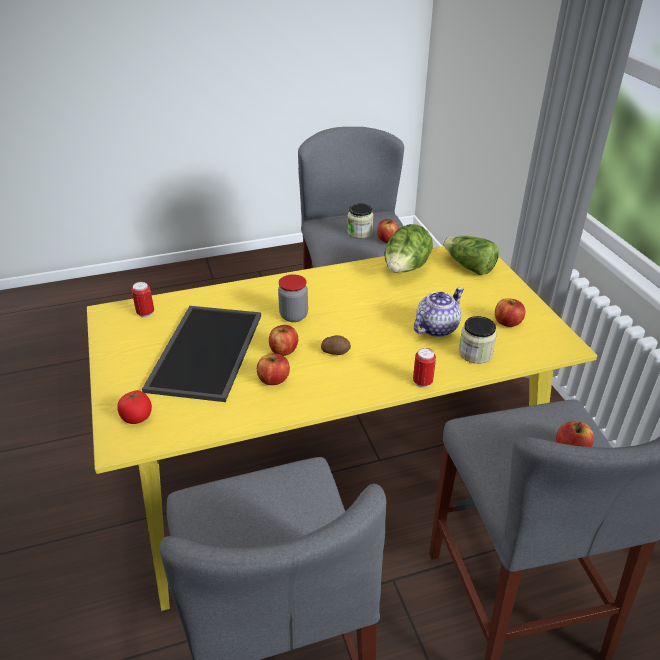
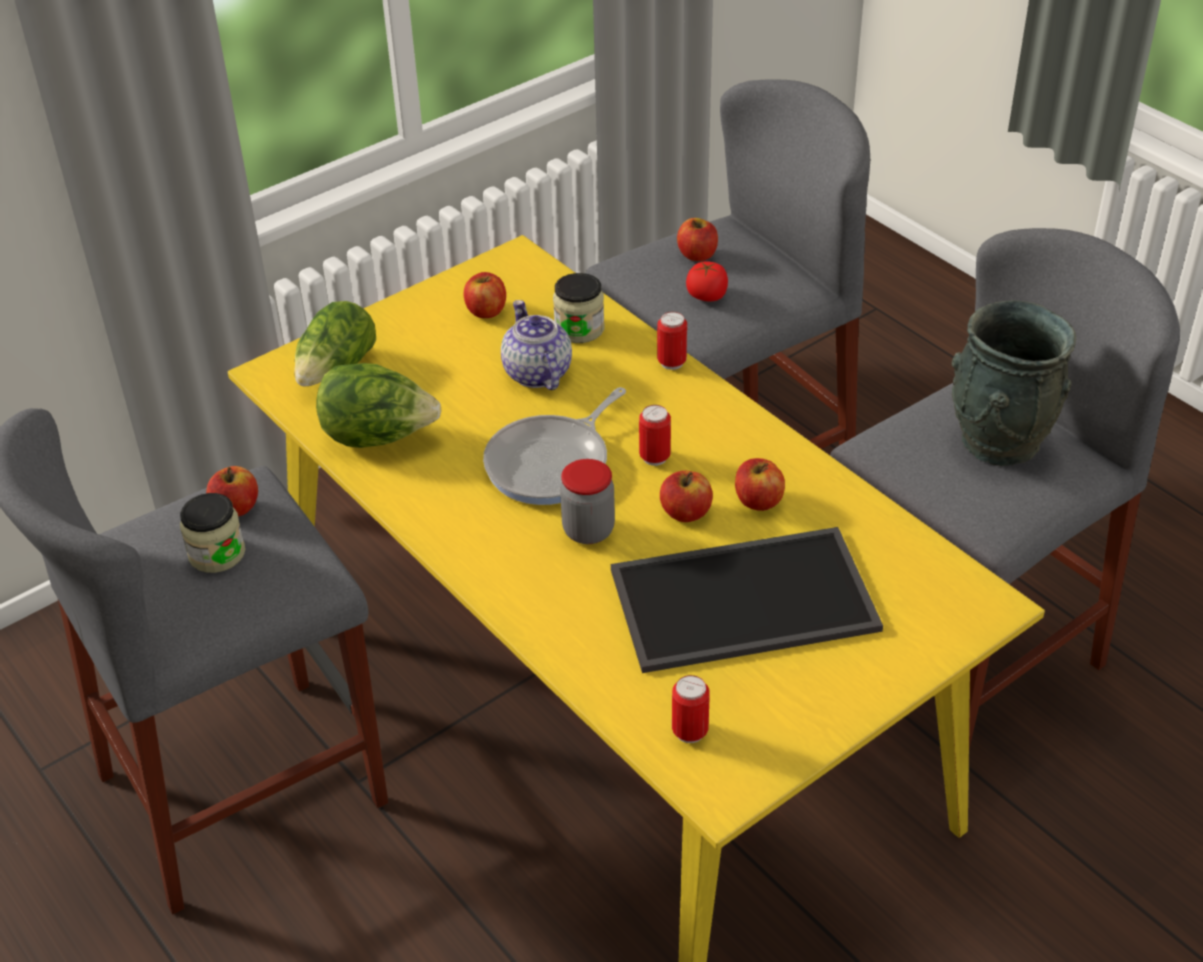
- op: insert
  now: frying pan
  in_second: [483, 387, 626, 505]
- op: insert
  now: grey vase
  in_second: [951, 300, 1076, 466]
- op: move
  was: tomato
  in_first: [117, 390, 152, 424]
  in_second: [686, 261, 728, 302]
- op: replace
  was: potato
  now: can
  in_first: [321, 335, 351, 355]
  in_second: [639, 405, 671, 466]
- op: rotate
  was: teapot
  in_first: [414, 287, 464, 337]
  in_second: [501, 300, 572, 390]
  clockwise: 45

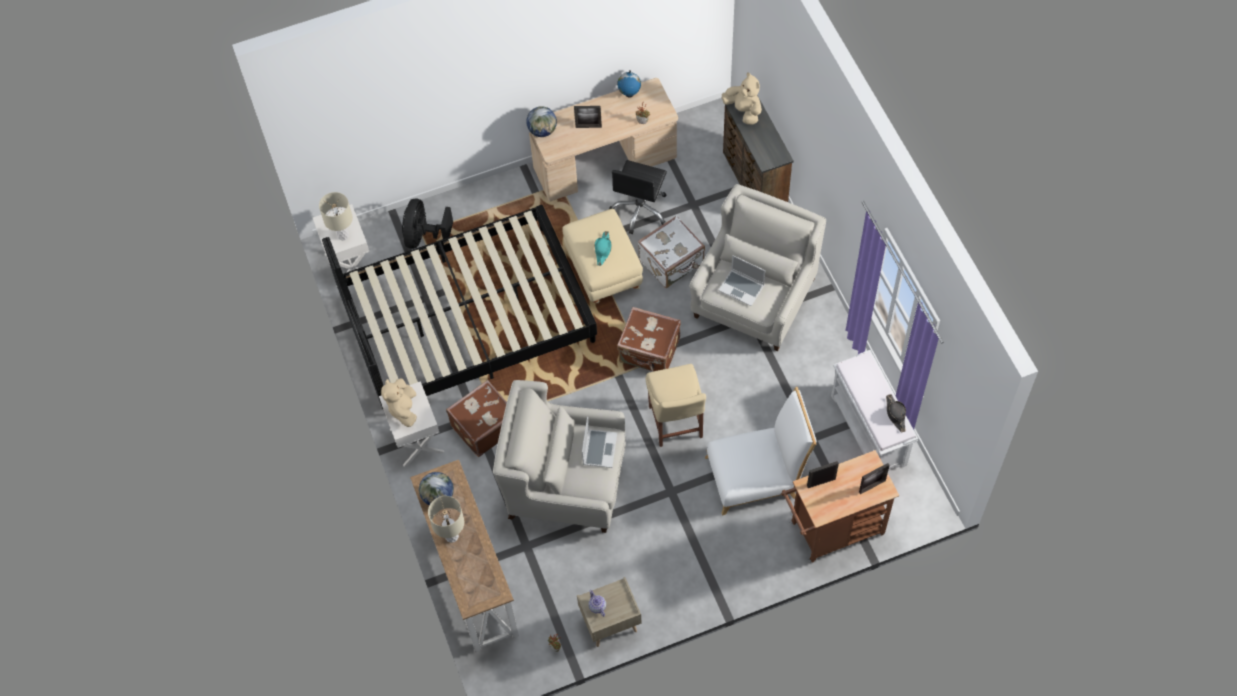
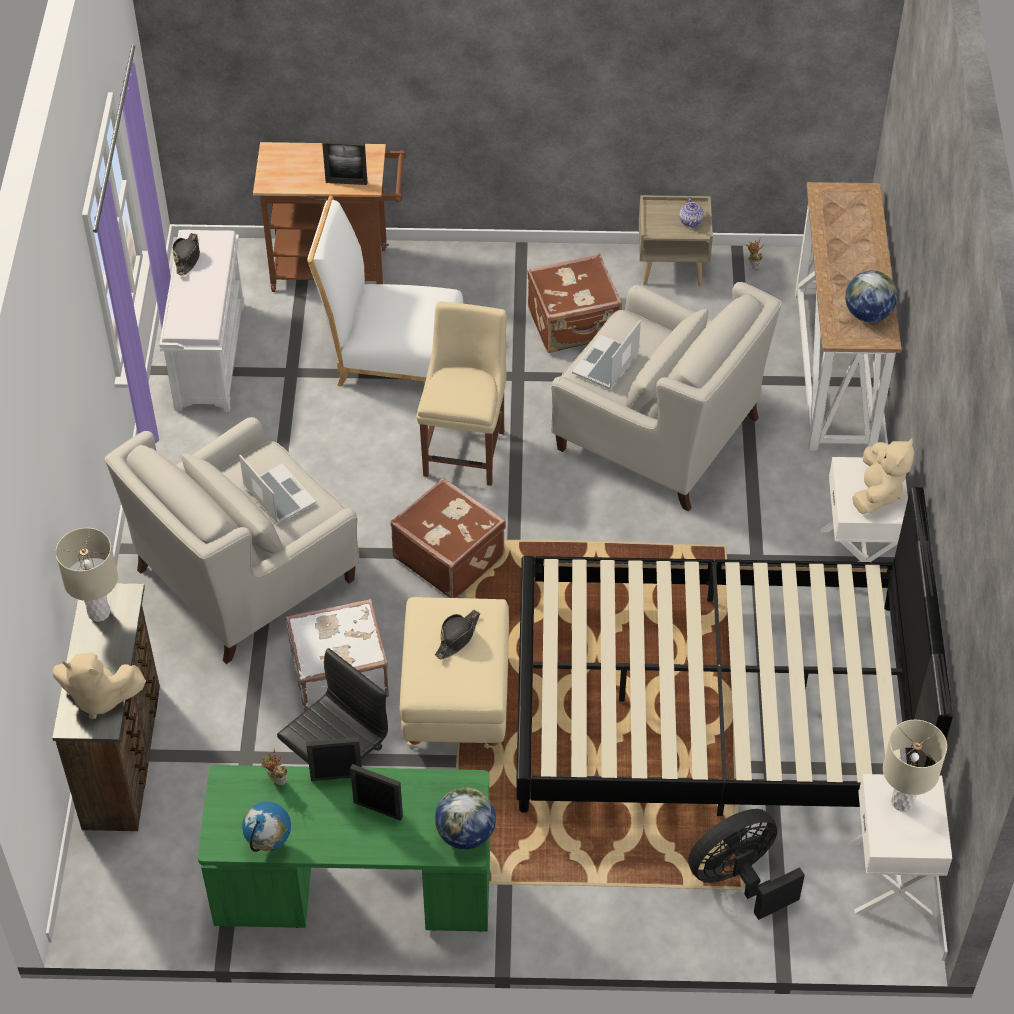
- op: move
  was: beige table lamp
  in_first: [428, 496, 464, 543]
  in_second: [55, 528, 118, 622]
- op: move
  was: brown suitcase
  in_first: [446, 380, 507, 457]
  in_second: [527, 254, 622, 353]
- op: move
  was: picture frame
  in_first: [859, 463, 890, 494]
  in_second: [306, 737, 362, 781]
- op: recolor
  was: beige desk
  now: green desk
  in_first: [529, 78, 678, 202]
  in_second: [198, 765, 490, 932]
- op: recolor
  was: turquoise hat
  now: black hat
  in_first: [594, 231, 611, 266]
  in_second: [435, 609, 480, 660]
- op: rotate
  was: black fan
  in_first: [402, 199, 453, 249]
  in_second: [688, 809, 805, 920]
  clockwise: -150
- op: rotate
  was: beige plush toy
  in_first: [722, 72, 762, 125]
  in_second: [52, 652, 146, 719]
  clockwise: -60

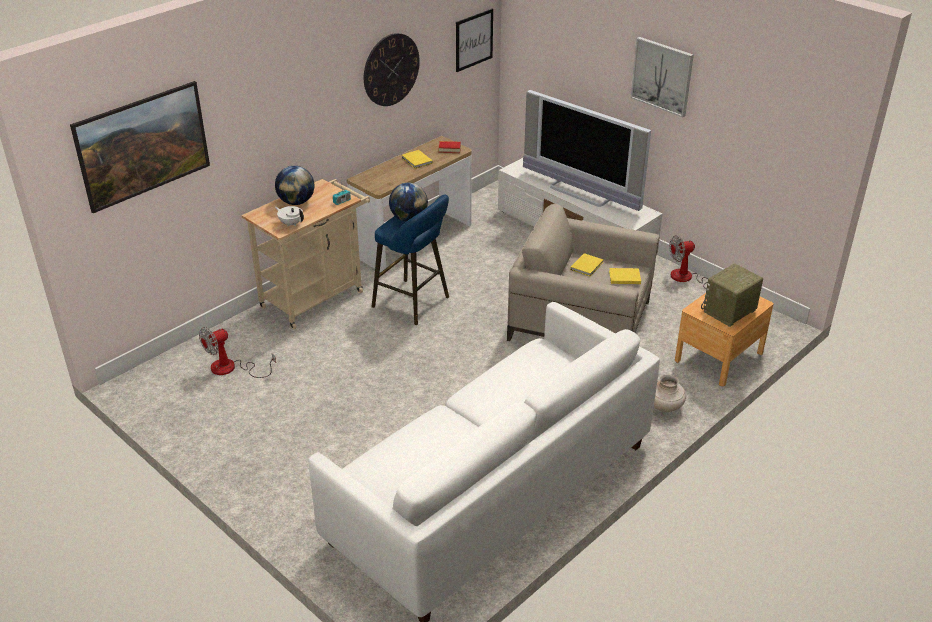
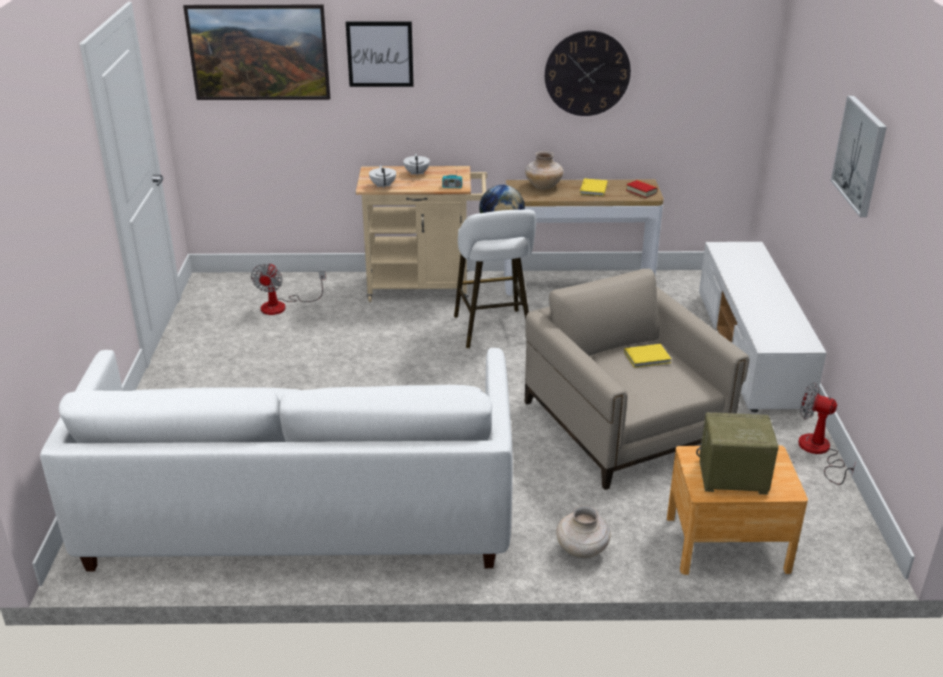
- op: delete
  was: television
  in_first: [523, 90, 651, 211]
- op: delete
  was: yellow book
  in_first: [609, 268, 641, 284]
- op: insert
  now: beige vase
  in_second: [525, 151, 564, 189]
- op: move
  was: picture
  in_first: [456, 9, 493, 72]
  in_second: [346, 22, 414, 87]
- op: replace
  was: globe
  now: white teapot
  in_first: [275, 166, 314, 205]
  in_second: [403, 153, 430, 176]
- op: recolor
  was: blue stool
  now: white stool
  in_first: [371, 195, 449, 325]
  in_second: [454, 209, 536, 348]
- op: rotate
  was: fan
  in_first: [199, 327, 276, 378]
  in_second: [251, 263, 326, 315]
  clockwise: -90

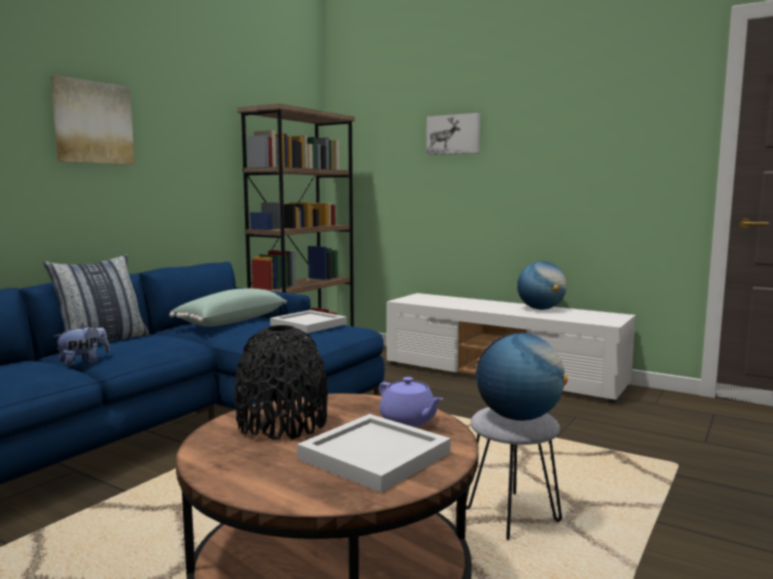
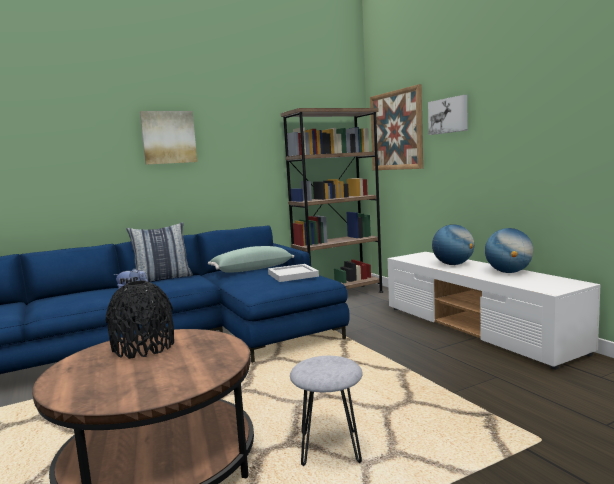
- op: delete
  was: white tray
  in_first: [297, 414, 451, 493]
- op: delete
  was: purple teapot
  in_first: [379, 377, 443, 427]
- op: insert
  now: picture
  in_second: [370, 84, 423, 170]
- op: move
  was: globe
  in_first: [476, 333, 568, 421]
  in_second: [432, 224, 474, 265]

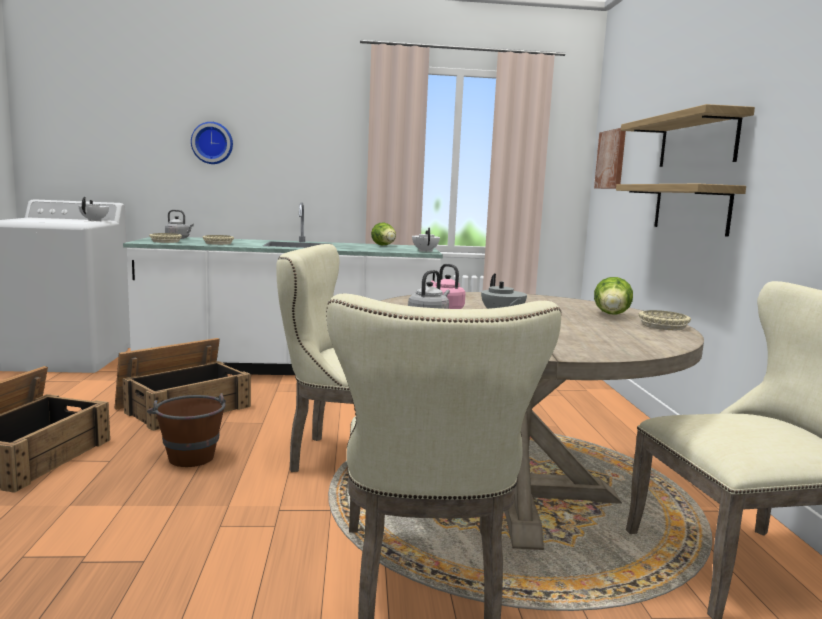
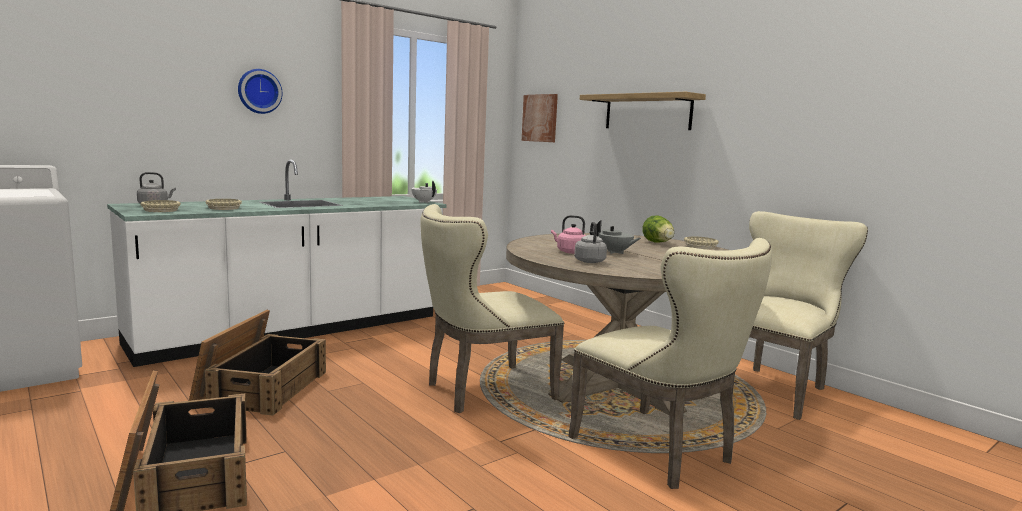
- op: delete
  was: white teapot
  in_first: [78, 197, 109, 221]
- op: delete
  was: brown bucket
  in_first: [147, 393, 226, 467]
- op: delete
  was: lettuce
  in_first: [371, 223, 396, 246]
- op: delete
  was: shelf
  in_first: [616, 184, 746, 237]
- op: move
  was: wall clock
  in_first: [191, 122, 233, 164]
  in_second: [238, 69, 282, 114]

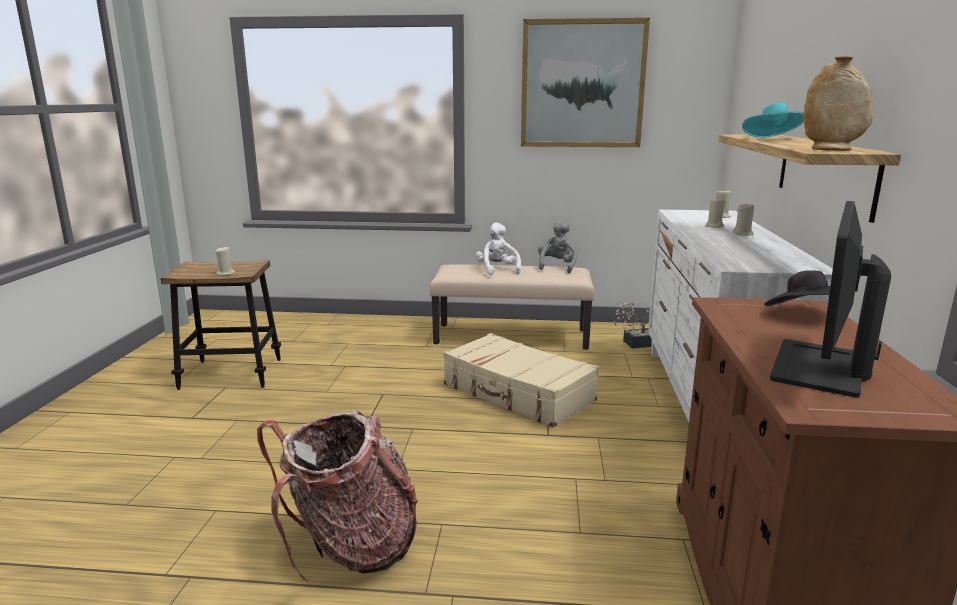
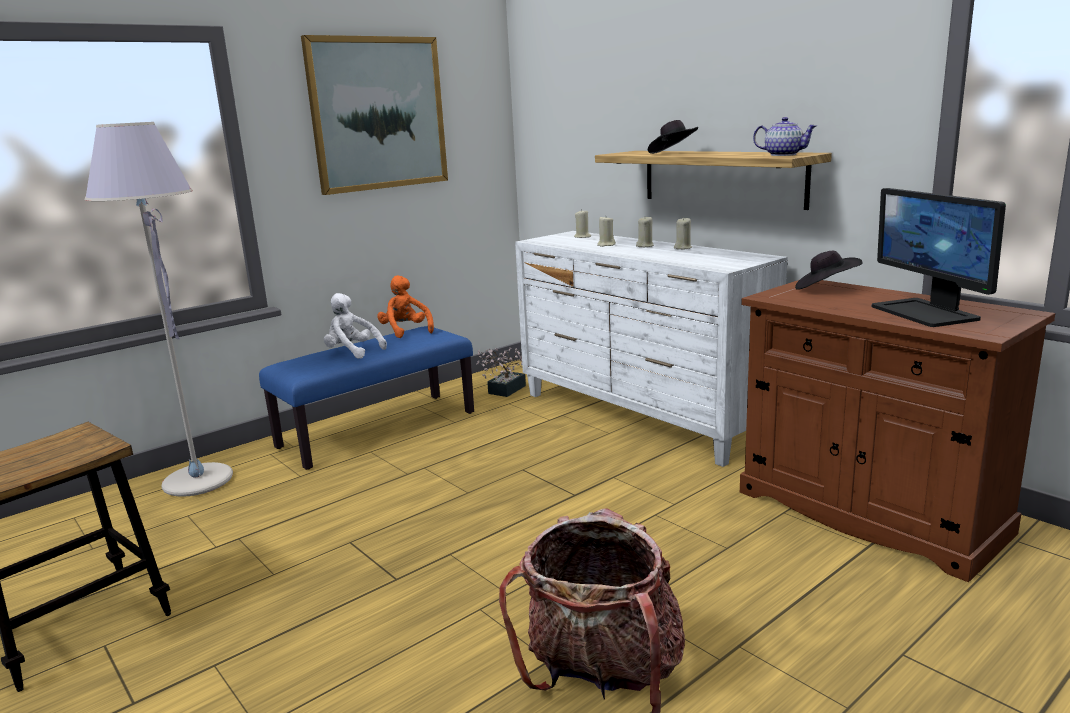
- op: delete
  was: beige suitcase
  in_first: [443, 333, 599, 427]
- op: insert
  now: grey floor lamp
  in_second: [84, 122, 233, 497]
- op: move
  was: beige candle
  in_first: [215, 246, 235, 275]
  in_second: [674, 217, 692, 249]
- op: replace
  was: beige vase
  now: teapot
  in_first: [803, 56, 873, 151]
  in_second: [753, 117, 817, 156]
- op: recolor
  was: beige bench
  now: blue bench
  in_first: [430, 264, 595, 350]
  in_second: [259, 326, 474, 470]
- op: recolor
  was: grey plush toy
  now: orange plush toy
  in_first: [538, 220, 577, 273]
  in_second: [377, 275, 434, 338]
- op: recolor
  was: turquoise hat
  now: black hat
  in_first: [742, 103, 804, 138]
  in_second: [648, 120, 698, 154]

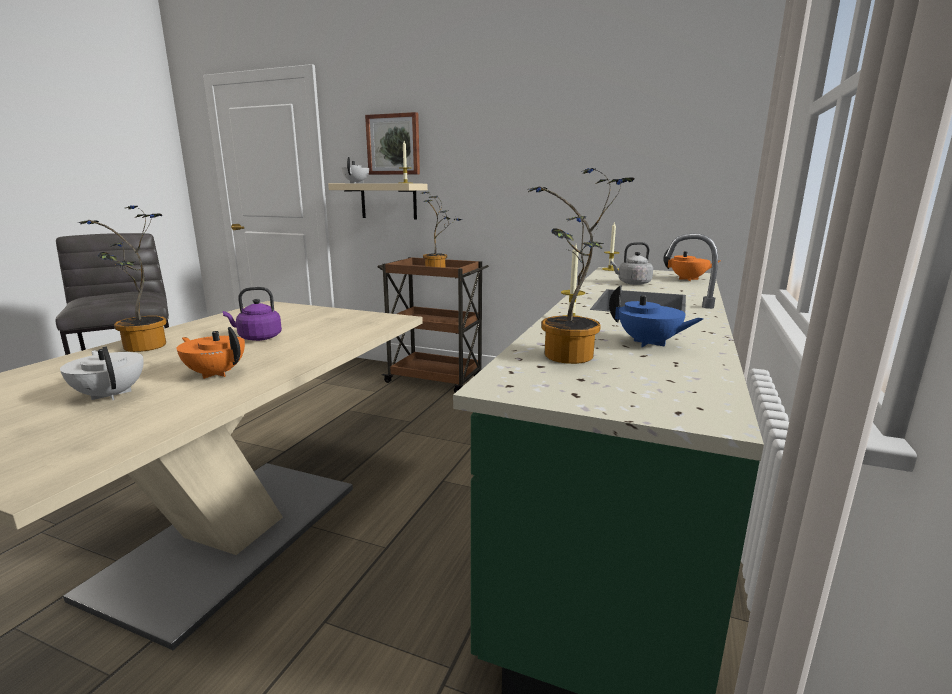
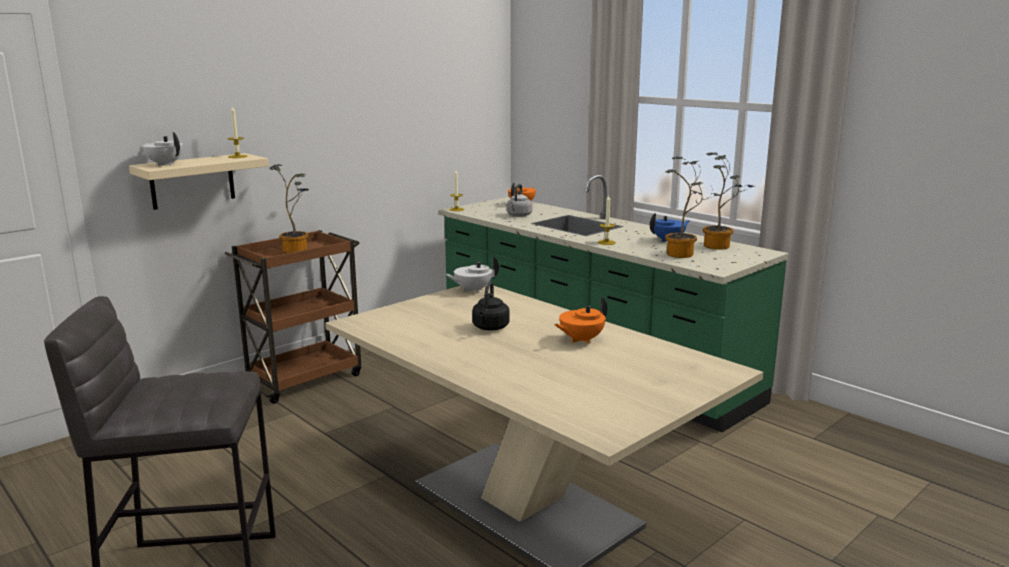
- op: delete
  was: picture
  in_first: [365, 112, 420, 175]
- op: move
  was: white teapot
  in_first: [60, 347, 143, 400]
  in_second: [444, 256, 499, 293]
- op: move
  was: potted plant
  in_first: [77, 205, 167, 352]
  in_second: [703, 152, 757, 250]
- op: recolor
  was: purple kettle
  now: black kettle
  in_first: [223, 287, 282, 341]
  in_second: [472, 281, 510, 331]

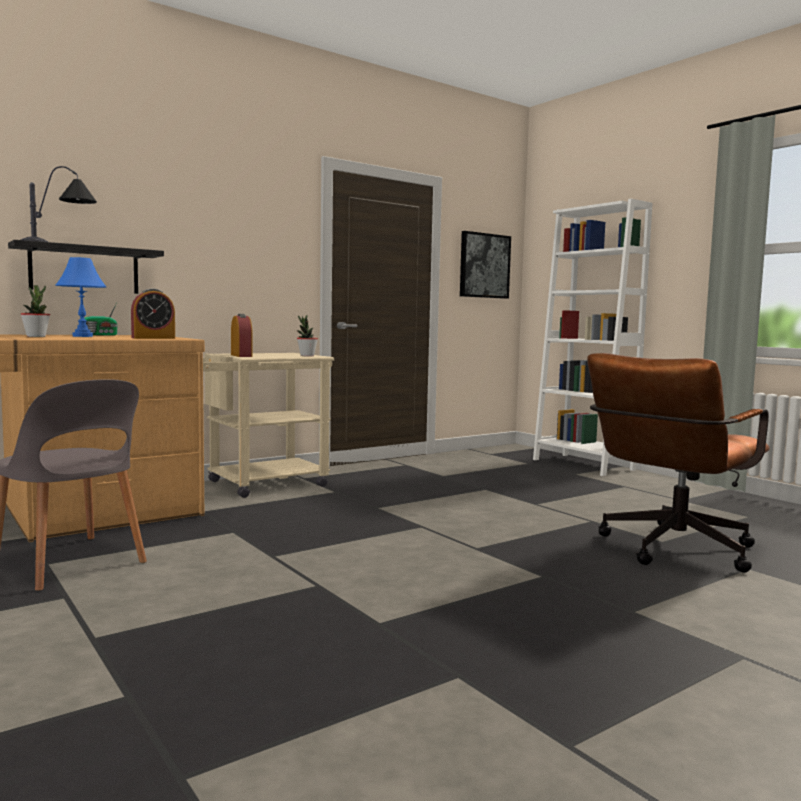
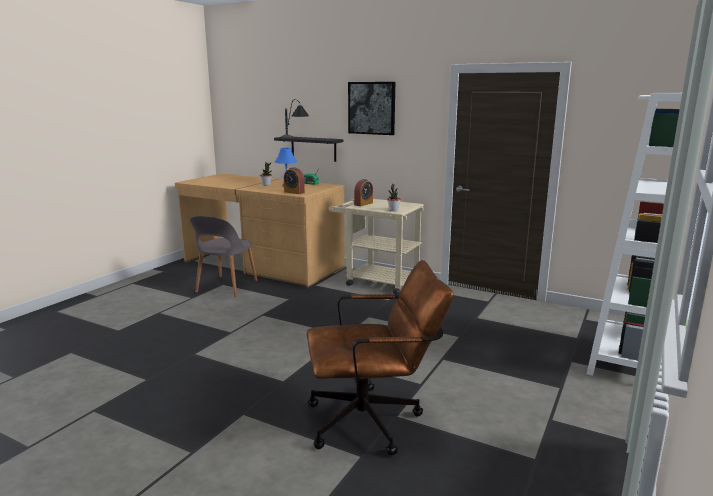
- op: move
  was: picture
  in_first: [460, 231, 511, 299]
  in_second: [348, 82, 395, 135]
- op: rotate
  was: brown office chair
  in_first: [587, 353, 770, 573]
  in_second: [307, 260, 454, 456]
  clockwise: 150

